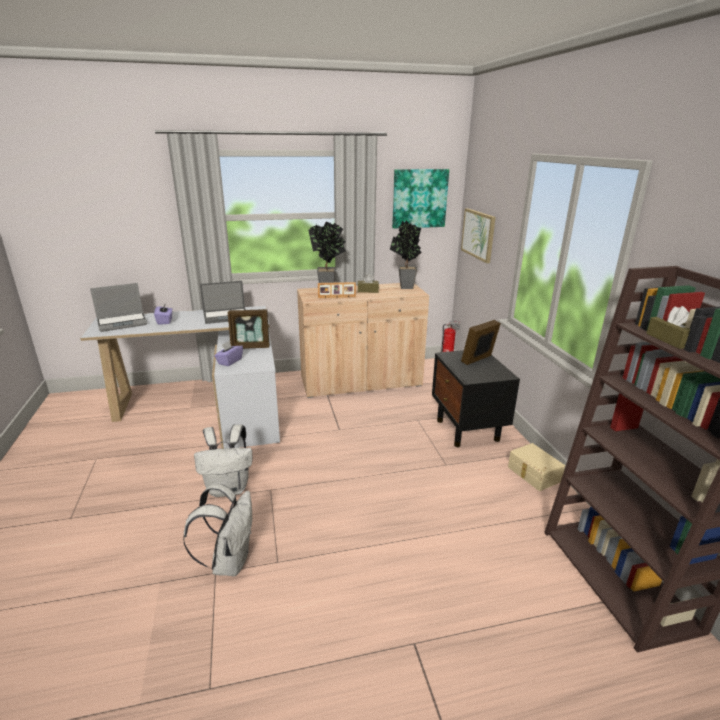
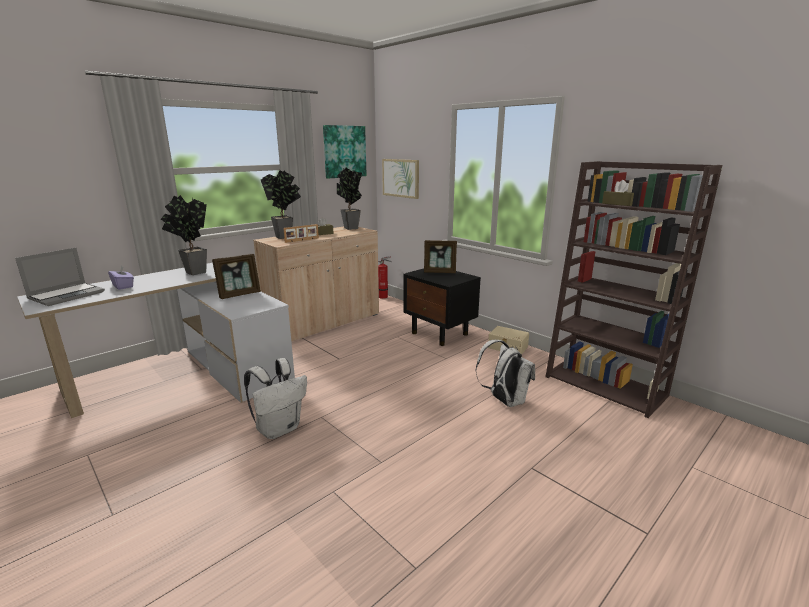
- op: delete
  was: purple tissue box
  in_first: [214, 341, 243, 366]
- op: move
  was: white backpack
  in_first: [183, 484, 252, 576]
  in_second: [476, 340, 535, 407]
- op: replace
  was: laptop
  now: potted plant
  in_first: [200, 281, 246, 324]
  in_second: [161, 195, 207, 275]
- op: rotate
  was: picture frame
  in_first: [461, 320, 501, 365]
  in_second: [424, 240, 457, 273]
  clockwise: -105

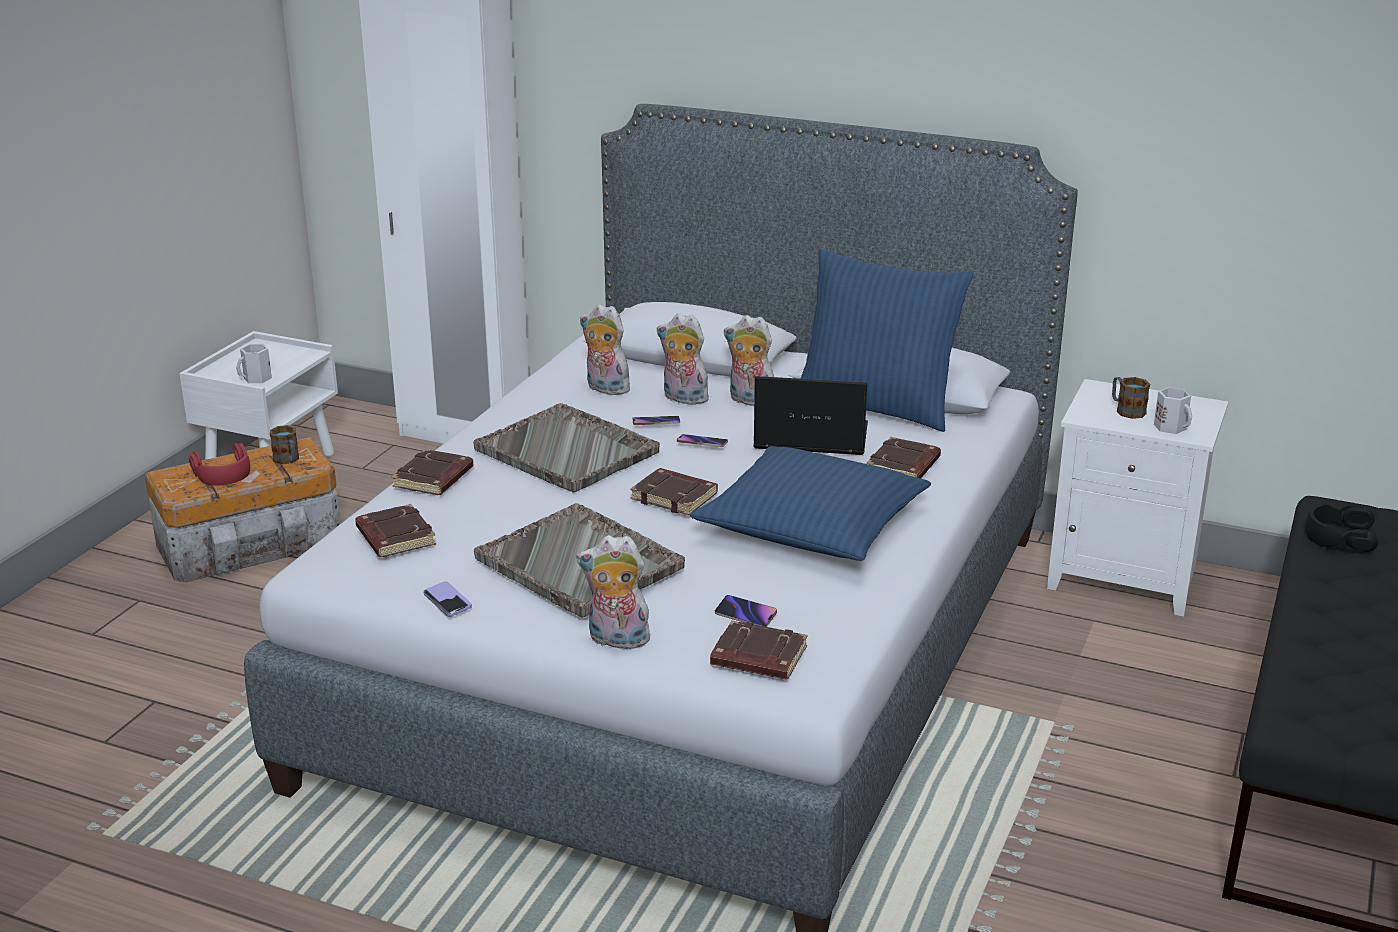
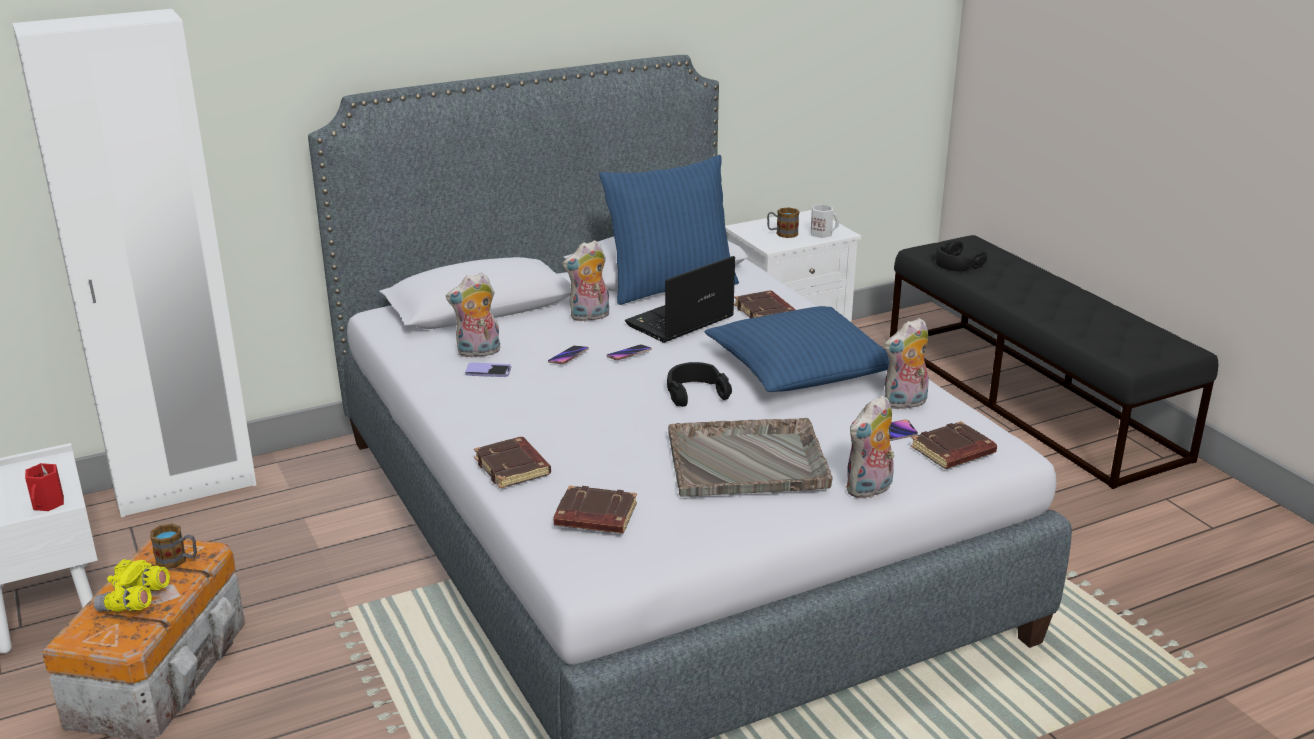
- op: delete
  was: grey tray
  in_first: [473, 403, 660, 492]
- op: move
  was: phone
  in_first: [423, 581, 472, 617]
  in_second: [465, 363, 511, 377]
- op: move
  was: plush toy
  in_first: [657, 313, 709, 405]
  in_second: [884, 318, 931, 410]
- op: replace
  was: red headphones
  now: yellow binoculars
  in_first: [189, 443, 250, 485]
  in_second: [93, 559, 170, 612]
- op: replace
  was: brown book
  now: black headphones
  in_first: [630, 468, 718, 516]
  in_second: [667, 362, 732, 407]
- op: recolor
  was: white mug
  now: red mug
  in_first: [236, 344, 272, 383]
  in_second: [25, 463, 64, 511]

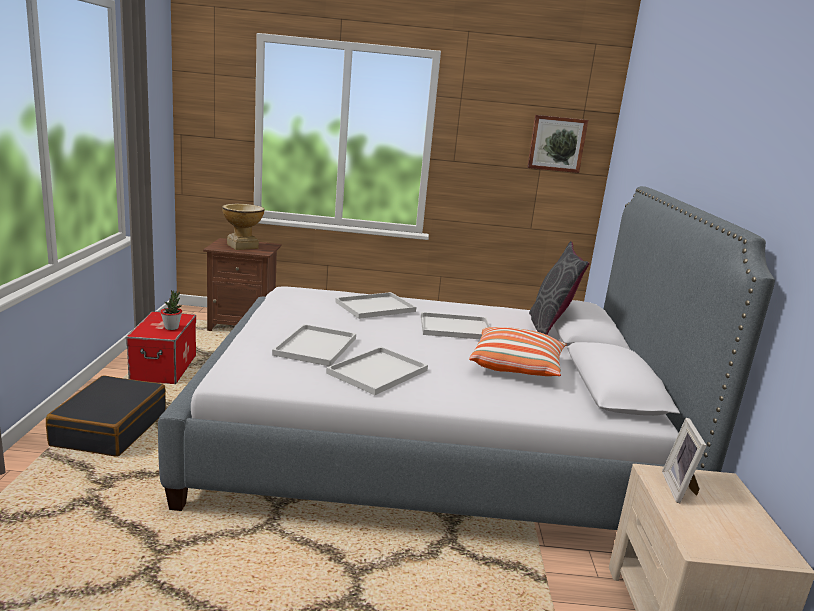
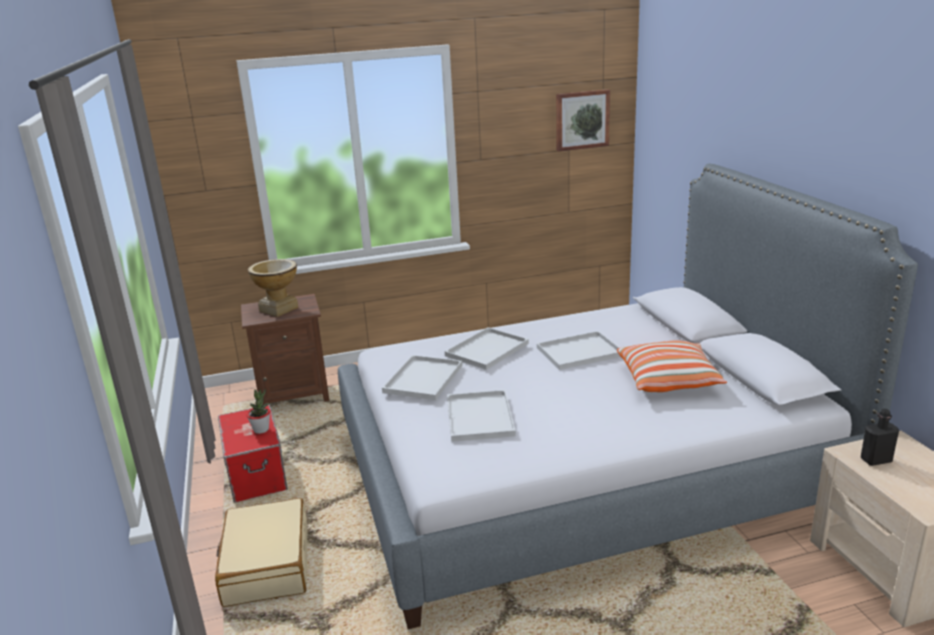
- op: delete
  was: grey pillow
  in_first: [529, 241, 590, 335]
- op: move
  was: white tray
  in_first: [326, 347, 428, 395]
  in_second: [382, 355, 463, 400]
- op: replace
  was: picture frame
  now: black bottle
  in_first: [662, 418, 707, 503]
  in_second: [861, 409, 899, 466]
- op: recolor
  was: black suitcase
  now: beige suitcase
  in_first: [46, 375, 166, 457]
  in_second: [215, 498, 307, 607]

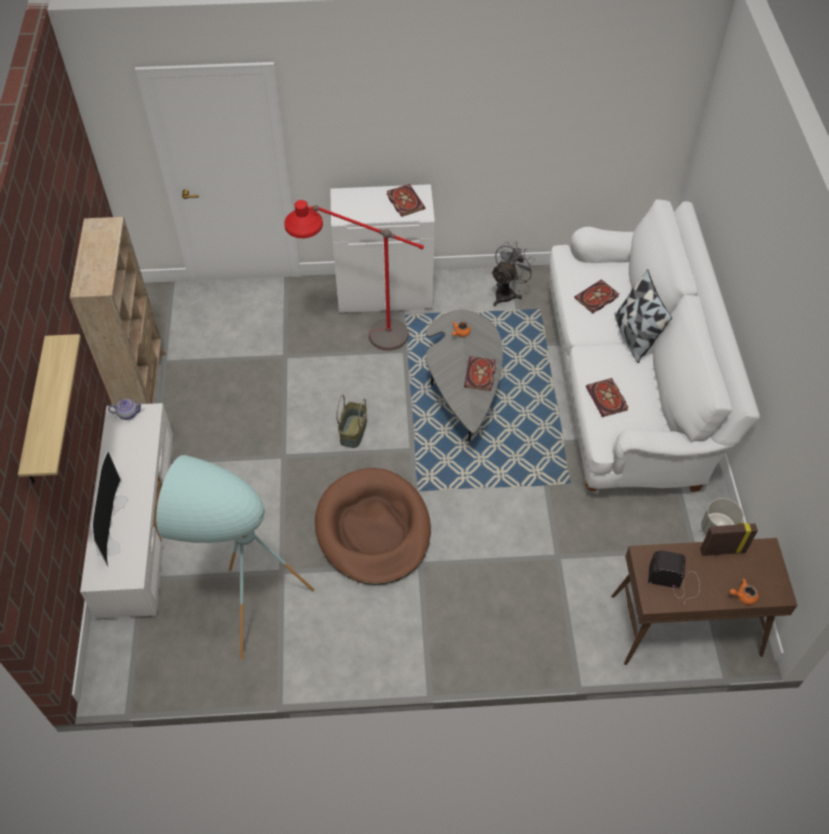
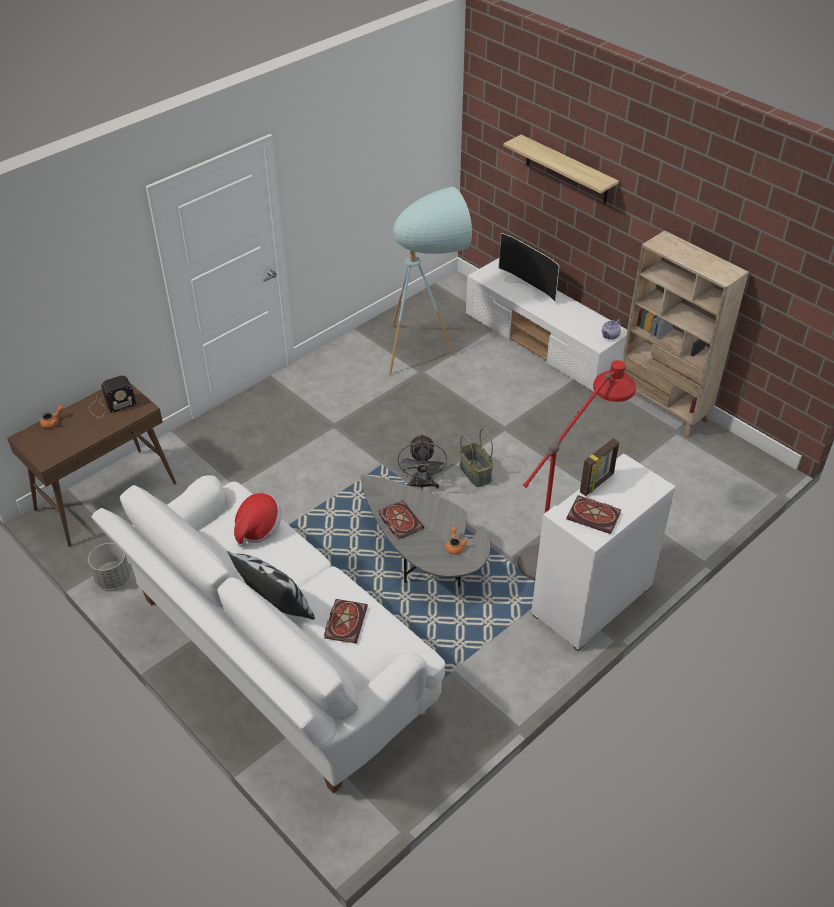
- op: delete
  was: brown dog bed
  in_first: [315, 468, 431, 585]
- op: move
  was: grey fan
  in_first: [491, 242, 537, 306]
  in_second: [397, 434, 447, 490]
- op: move
  was: picture frame
  in_first: [700, 522, 758, 556]
  in_second: [580, 439, 619, 496]
- op: replace
  was: book
  now: hat
  in_first: [586, 378, 629, 417]
  in_second: [234, 493, 282, 547]

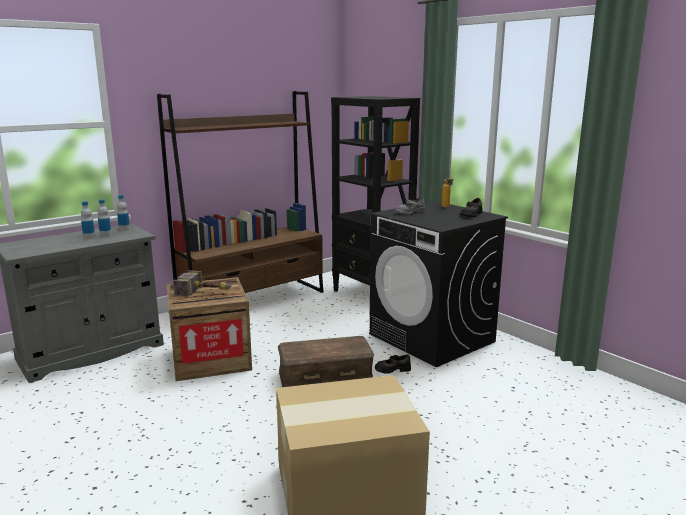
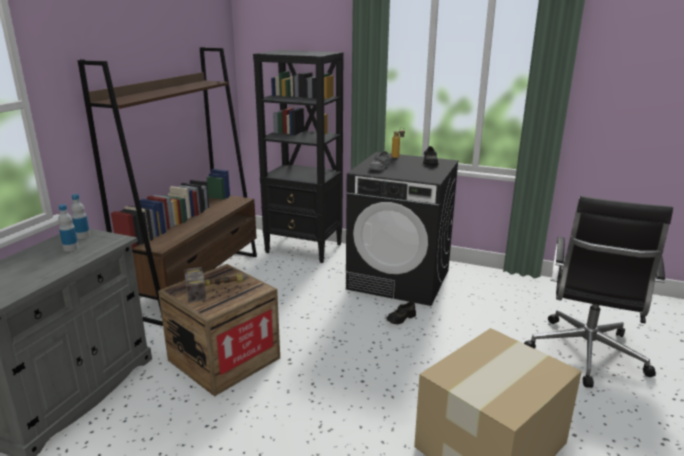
- op: delete
  was: bottle
  in_first: [81, 201, 95, 239]
- op: delete
  was: brown storage box
  in_first: [278, 336, 374, 387]
- op: insert
  now: black office chair
  in_second: [524, 196, 673, 388]

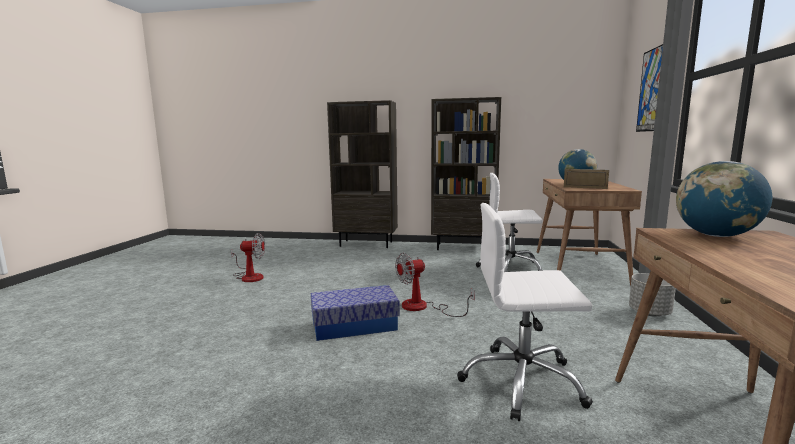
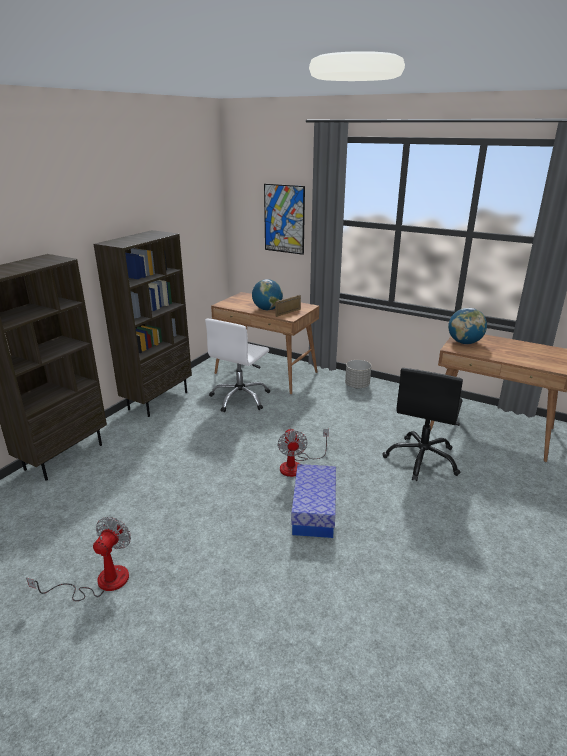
- op: recolor
  was: white office chair
  now: black office chair
  in_first: [457, 203, 593, 421]
  in_second: [382, 368, 463, 481]

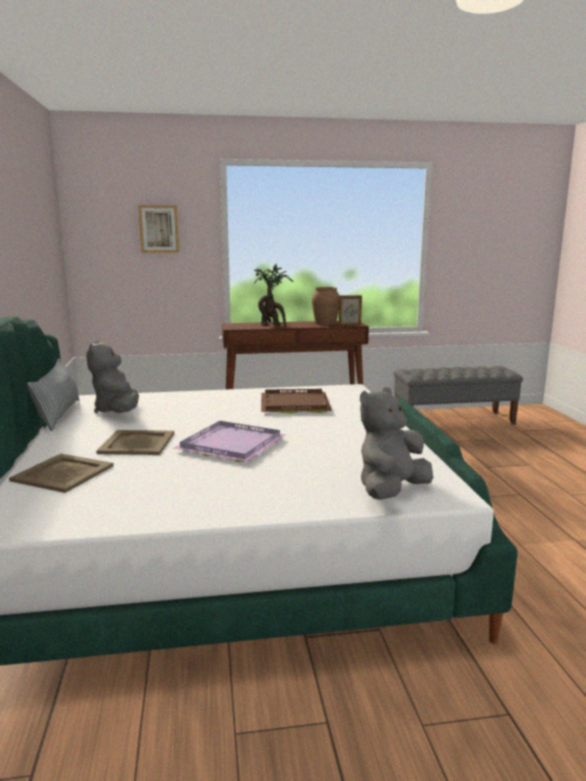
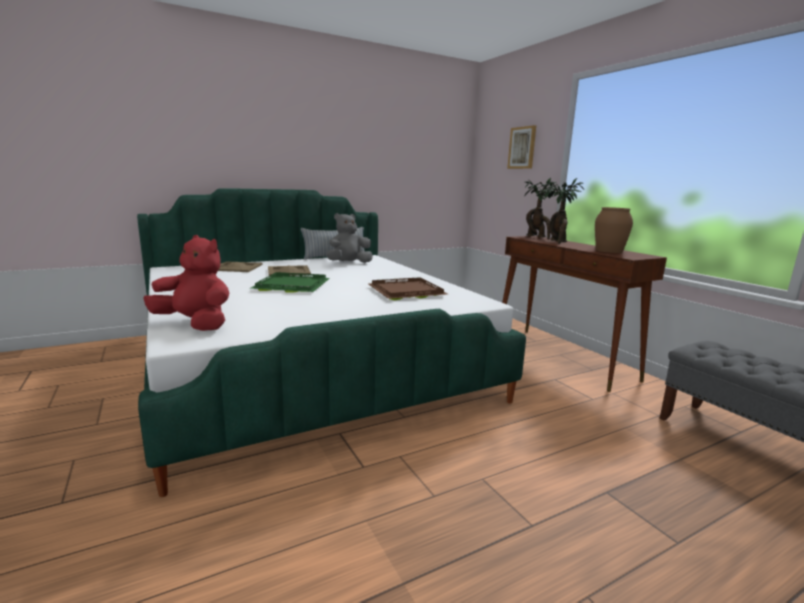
- op: delete
  was: picture frame
  in_first: [339, 295, 362, 326]
- op: insert
  now: potted plant
  in_second: [524, 178, 563, 240]
- op: recolor
  was: purple tray
  now: green tray
  in_first: [173, 421, 286, 462]
  in_second: [251, 272, 330, 292]
- op: recolor
  was: grey plush toy
  now: red plush toy
  in_first: [360, 387, 433, 500]
  in_second: [143, 235, 229, 331]

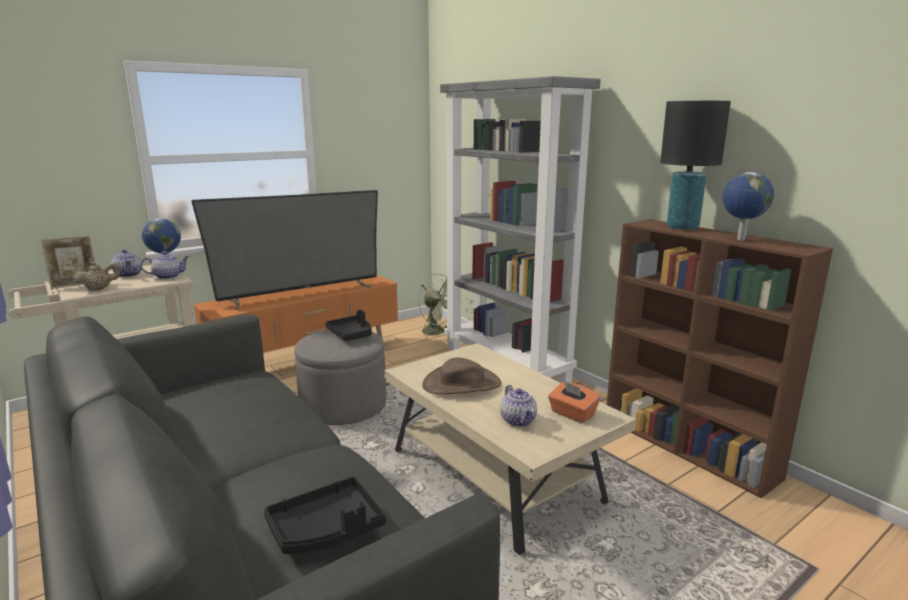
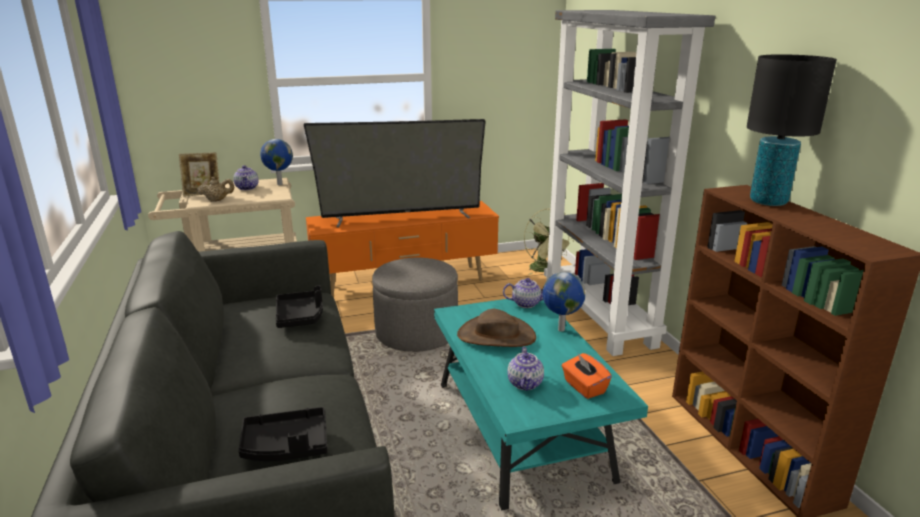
- op: move
  was: teapot
  in_first: [140, 251, 190, 279]
  in_second: [503, 278, 543, 308]
- op: move
  was: black tray
  in_first: [325, 310, 372, 341]
  in_second: [276, 285, 323, 328]
- op: move
  was: globe
  in_first: [722, 172, 774, 241]
  in_second: [543, 272, 586, 332]
- op: recolor
  was: beige coffee table
  now: turquoise coffee table
  in_first: [384, 343, 636, 555]
  in_second: [434, 299, 648, 510]

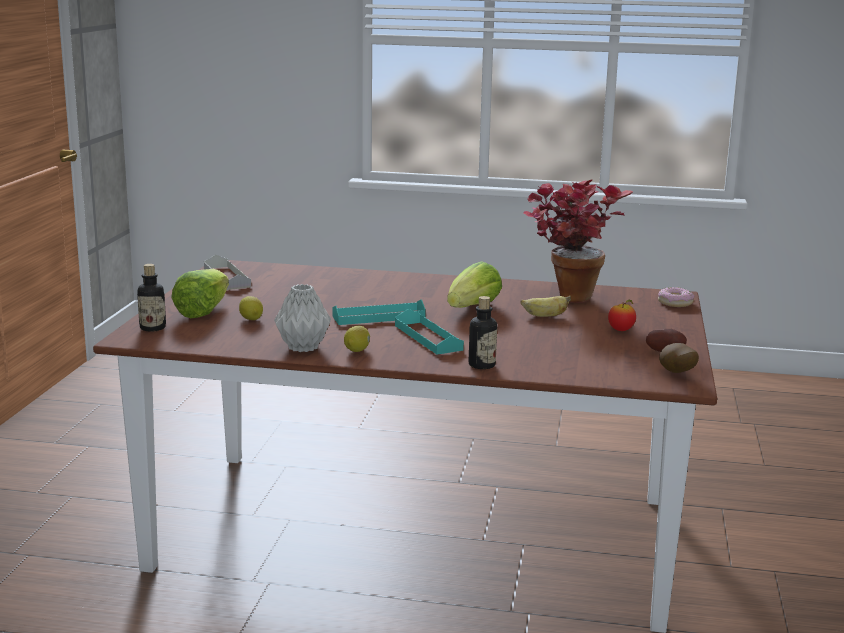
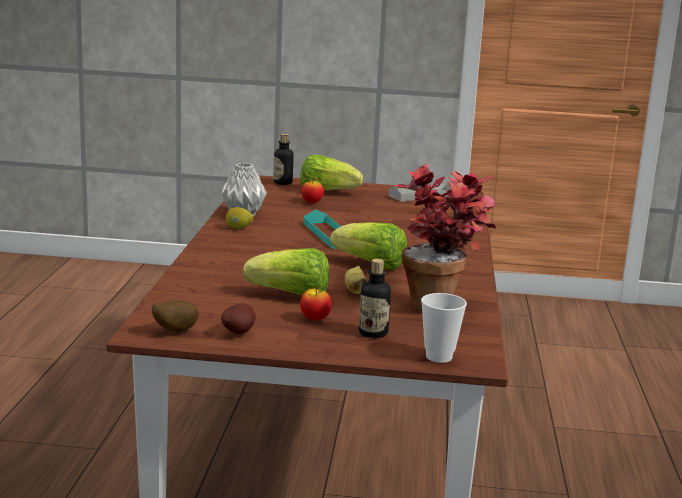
- op: delete
  was: turquoise tray
  in_first: [395, 309, 464, 355]
- op: insert
  now: lettuce
  in_second: [243, 248, 329, 295]
- op: move
  was: bottle
  in_first: [469, 296, 497, 369]
  in_second: [359, 259, 391, 338]
- op: replace
  was: lemon
  now: apple
  in_first: [239, 296, 263, 320]
  in_second: [301, 177, 324, 203]
- op: replace
  was: donut
  now: cup
  in_first: [658, 287, 694, 307]
  in_second: [421, 293, 467, 363]

